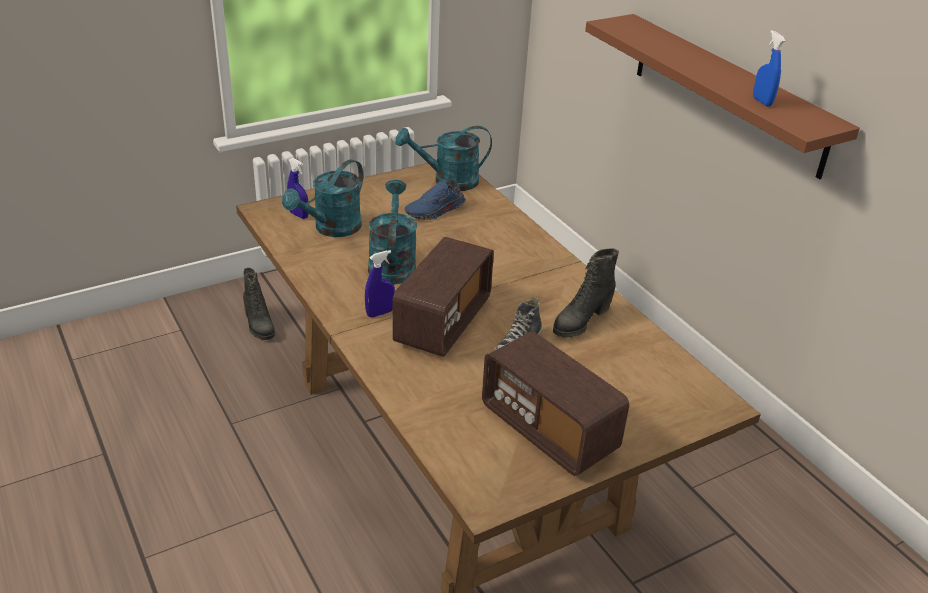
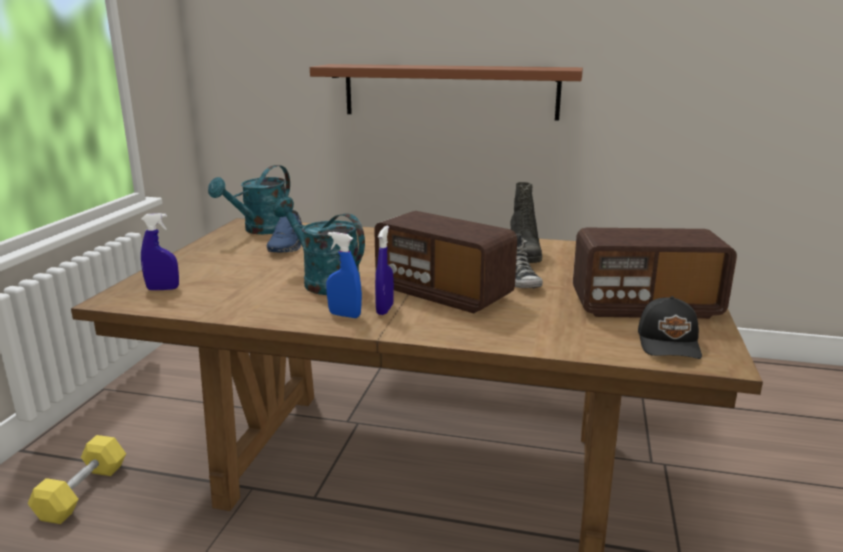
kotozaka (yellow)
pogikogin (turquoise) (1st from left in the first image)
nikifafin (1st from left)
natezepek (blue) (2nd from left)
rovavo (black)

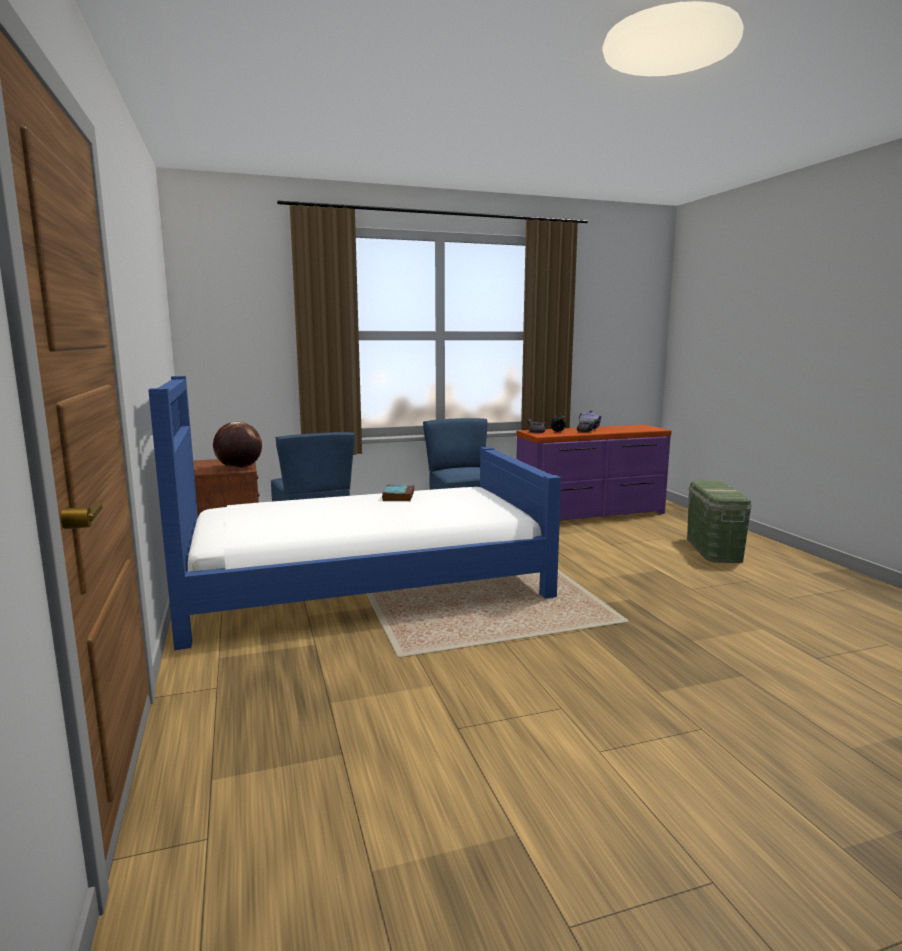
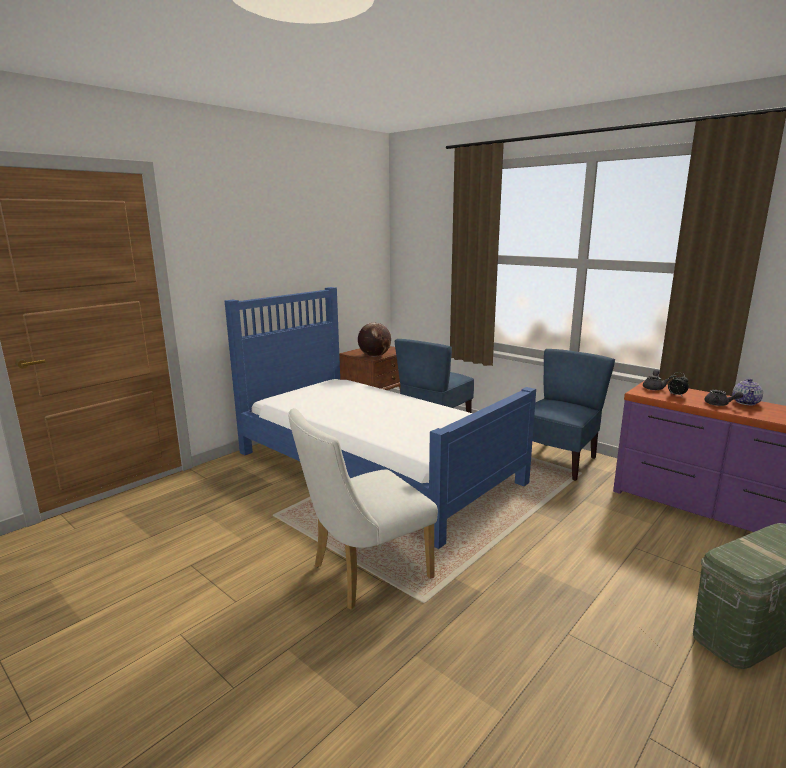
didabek
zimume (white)

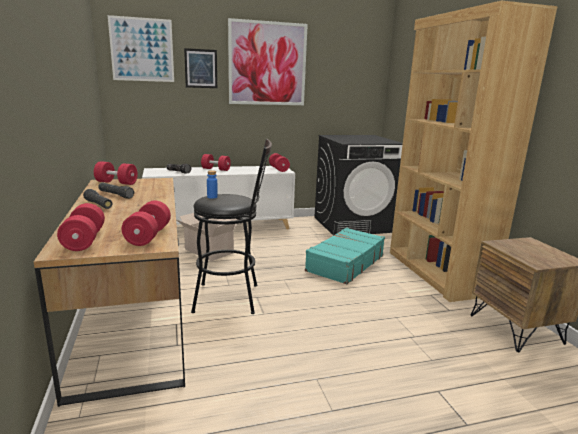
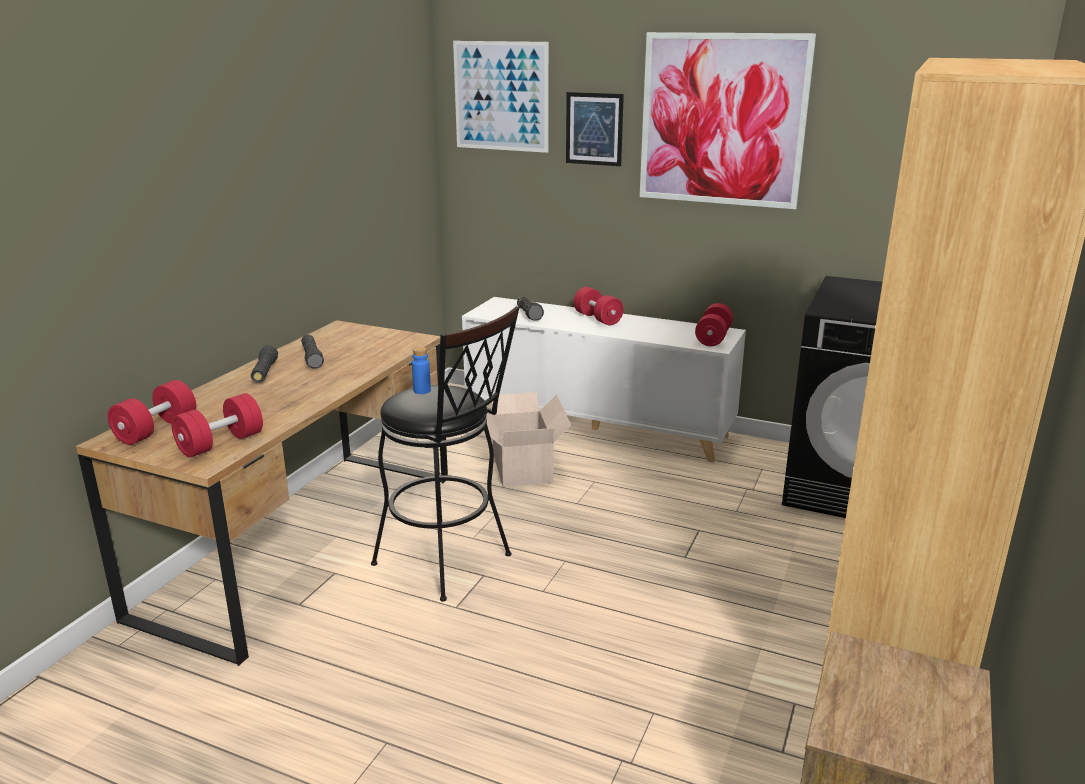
kotozaka (red) (2nd from left in the first image)
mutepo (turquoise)

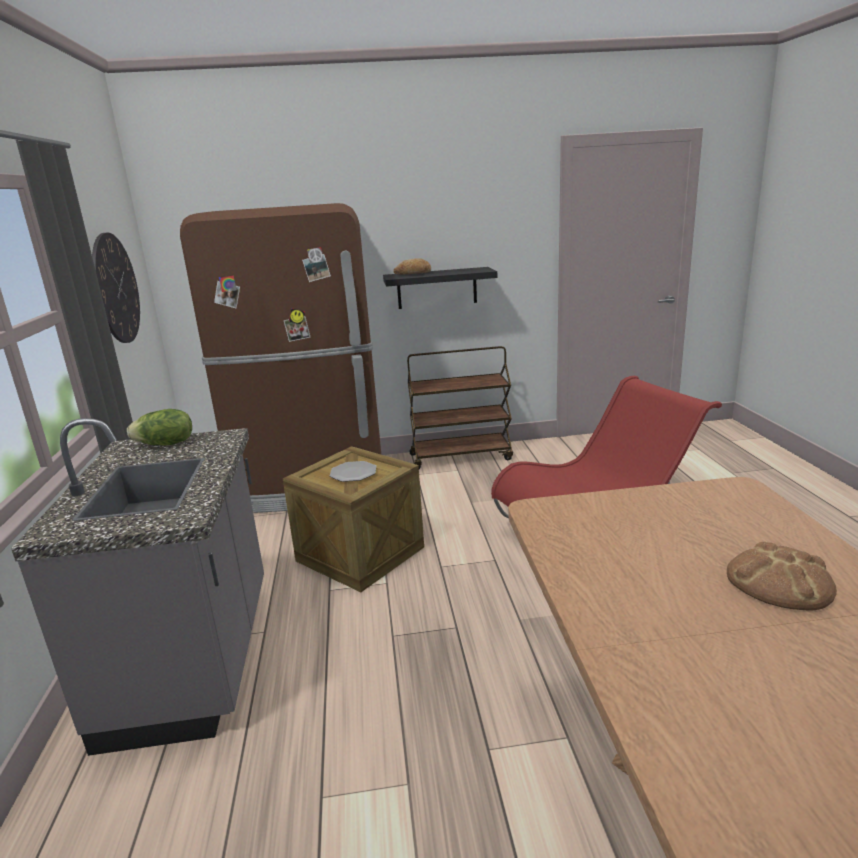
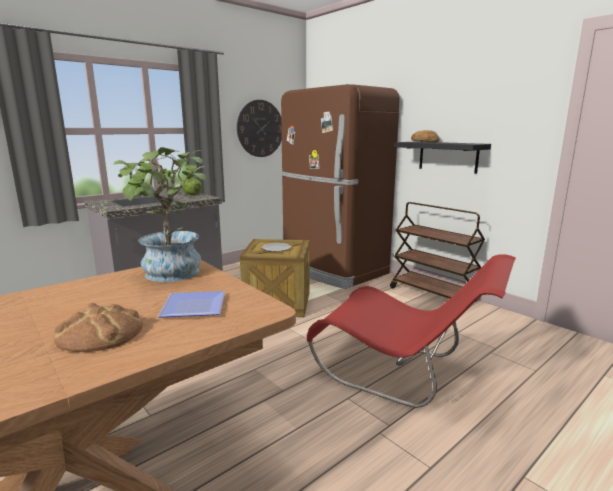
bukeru
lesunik (1st from left)

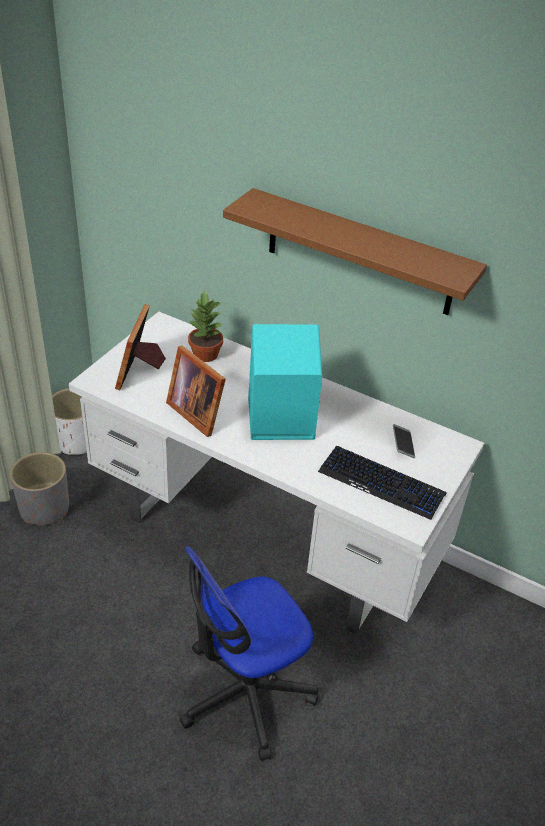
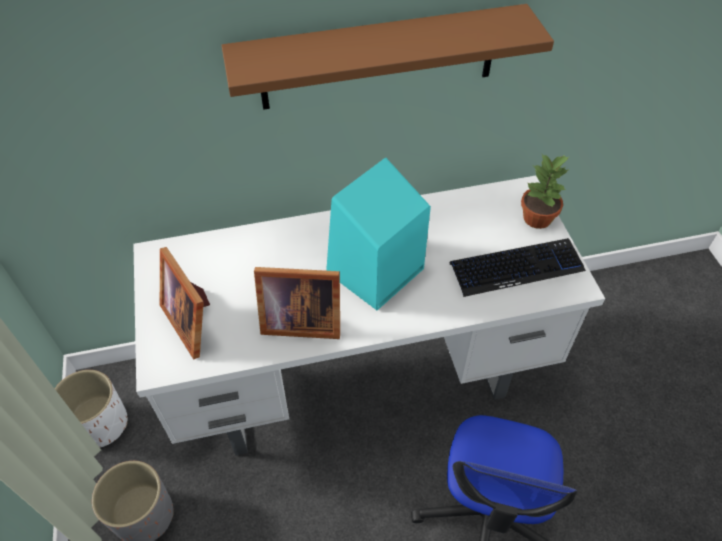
bukeru
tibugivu

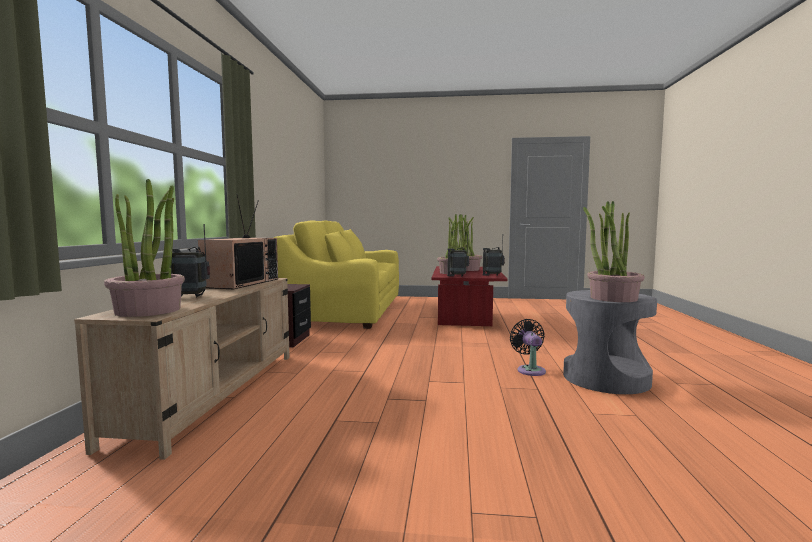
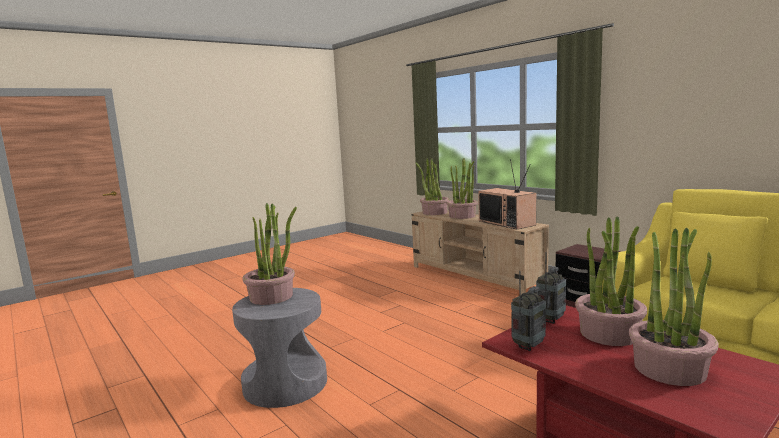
bukeru (3rd from left)
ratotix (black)

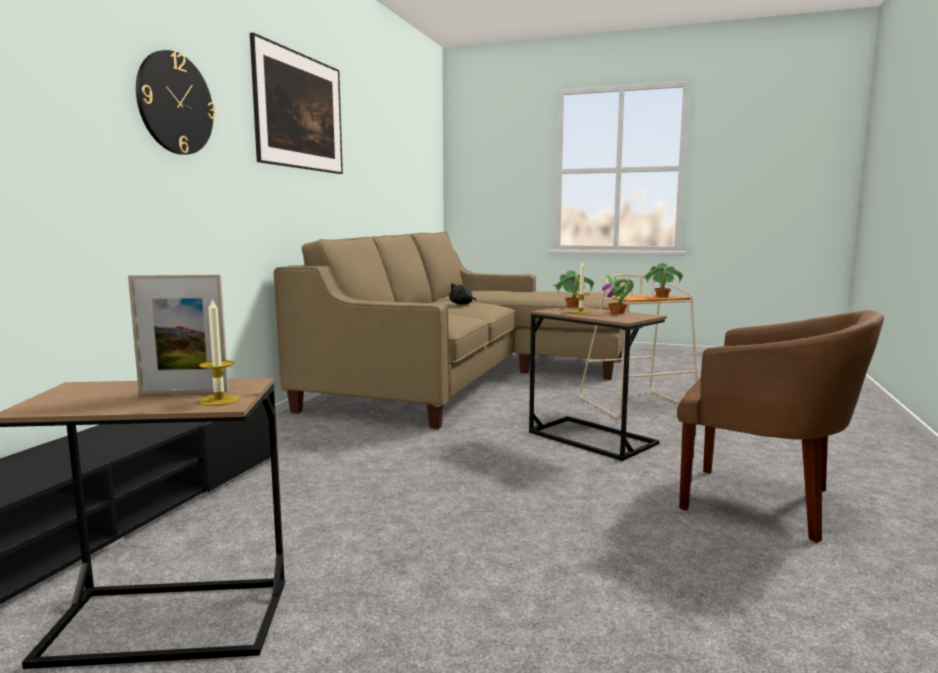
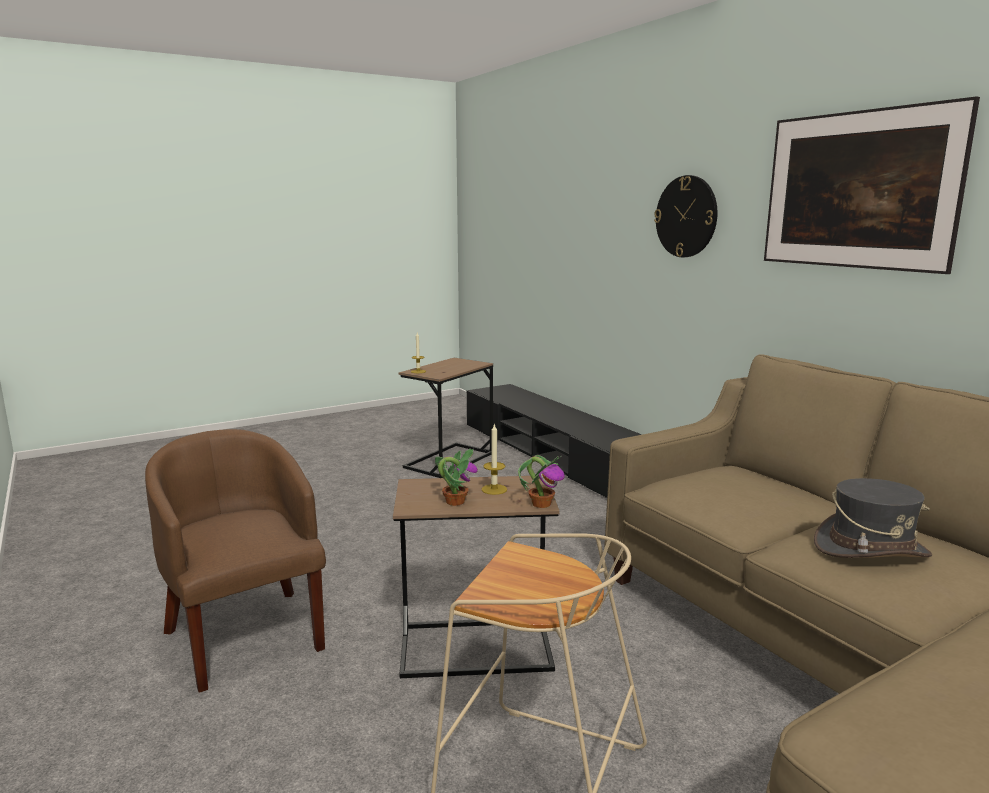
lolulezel
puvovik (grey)
bukeru (3rd from left in the first image)
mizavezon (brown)

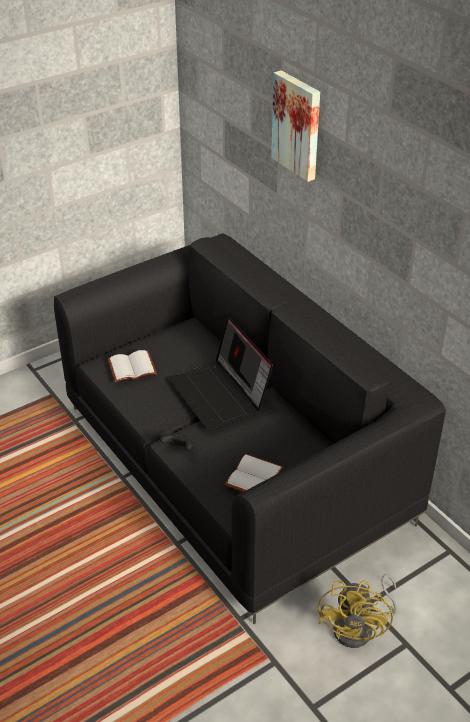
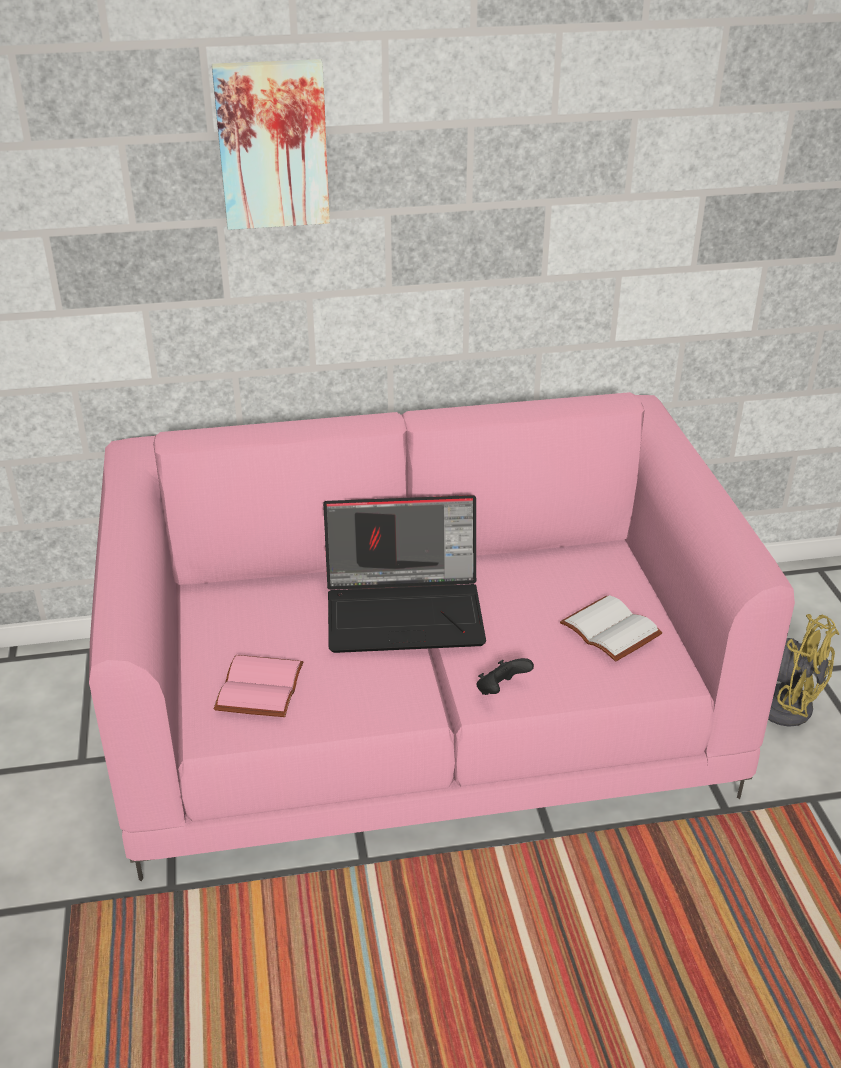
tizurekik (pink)
didabek (pink)

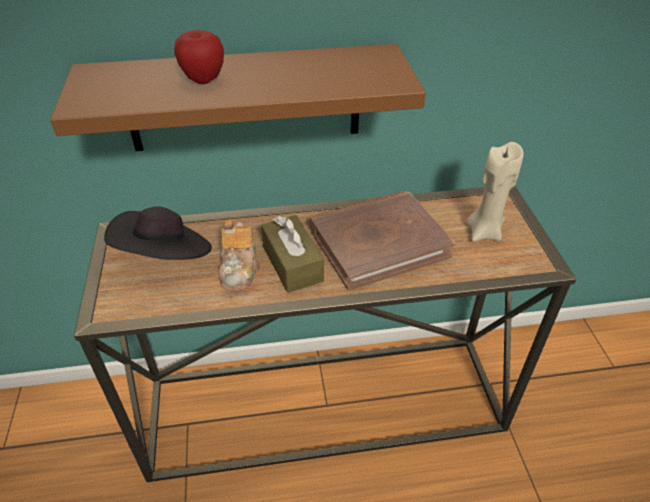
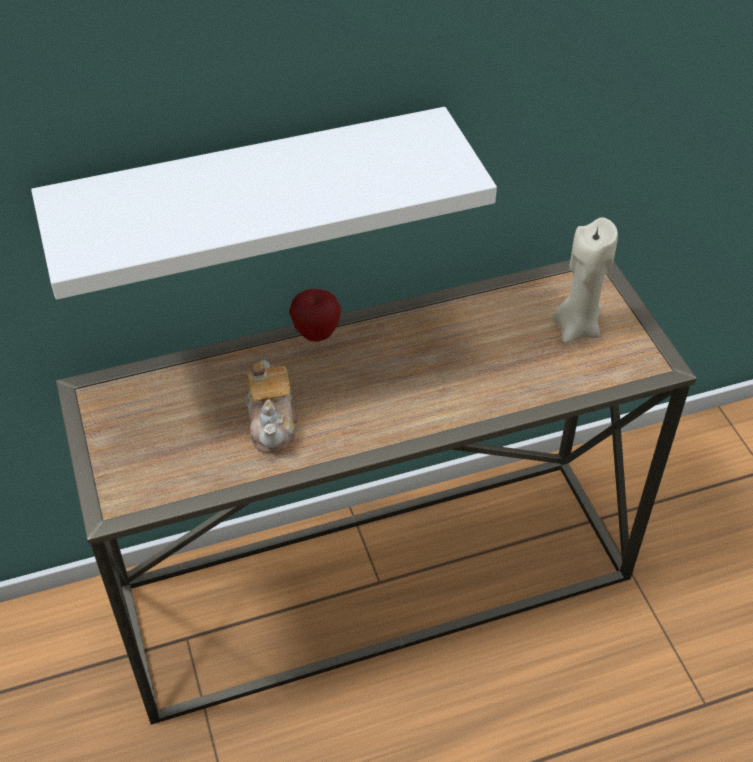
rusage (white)
puvovik (black)
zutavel
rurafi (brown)
didabek (brown)

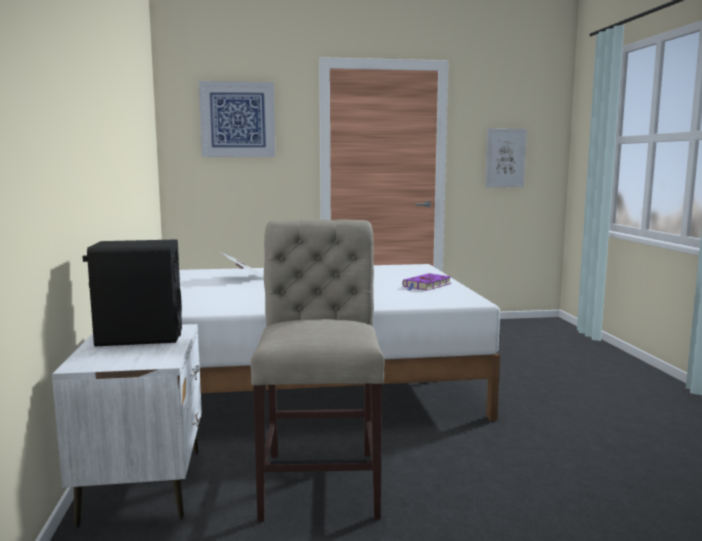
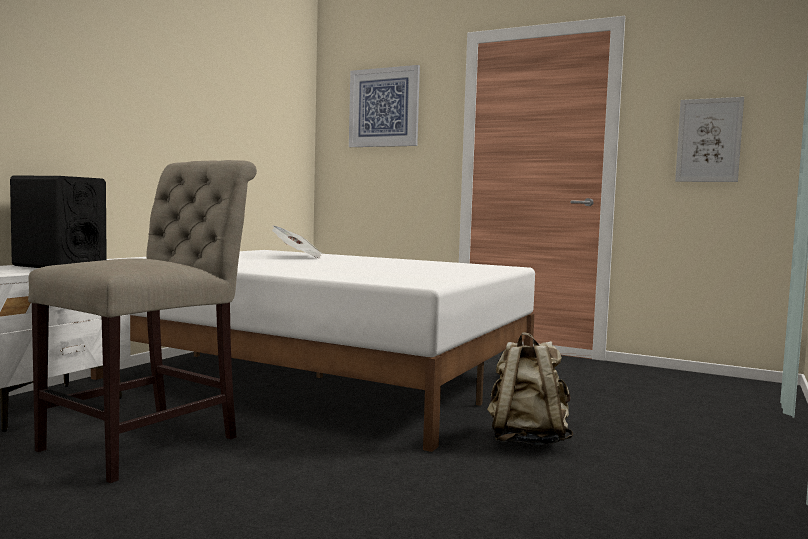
didabek (purple)
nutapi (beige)

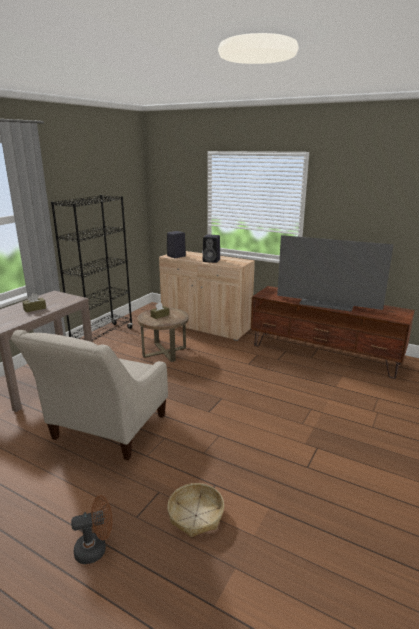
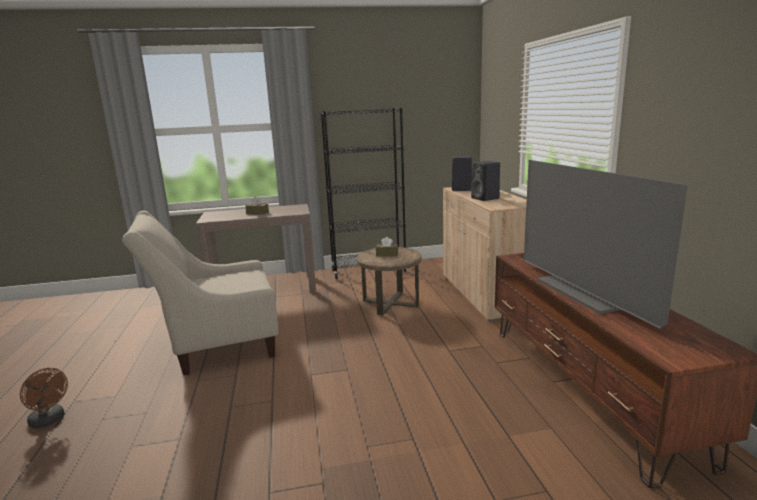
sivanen

